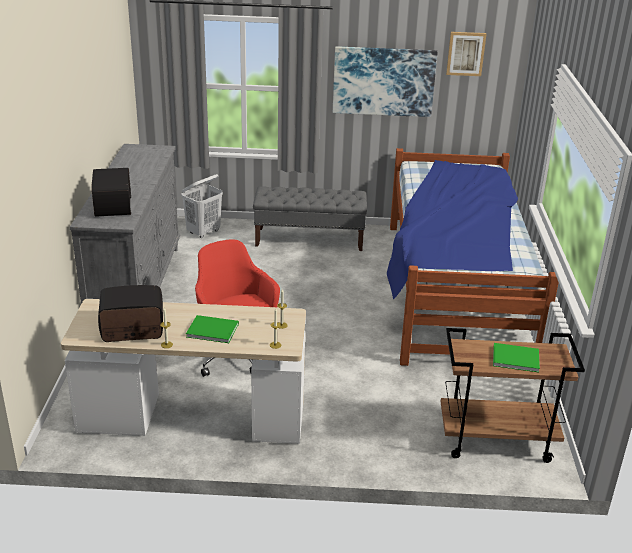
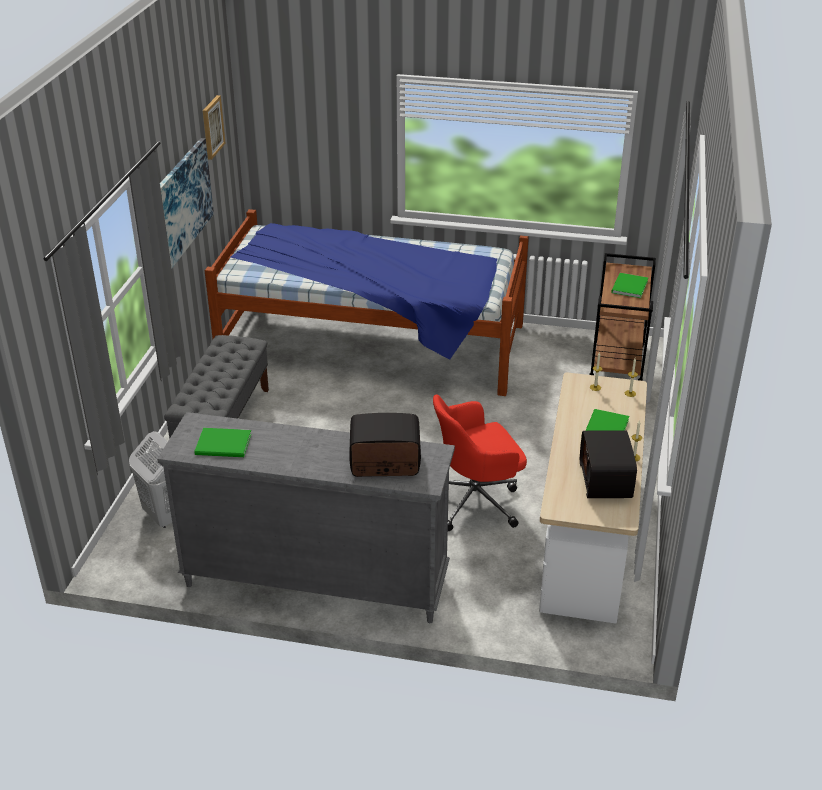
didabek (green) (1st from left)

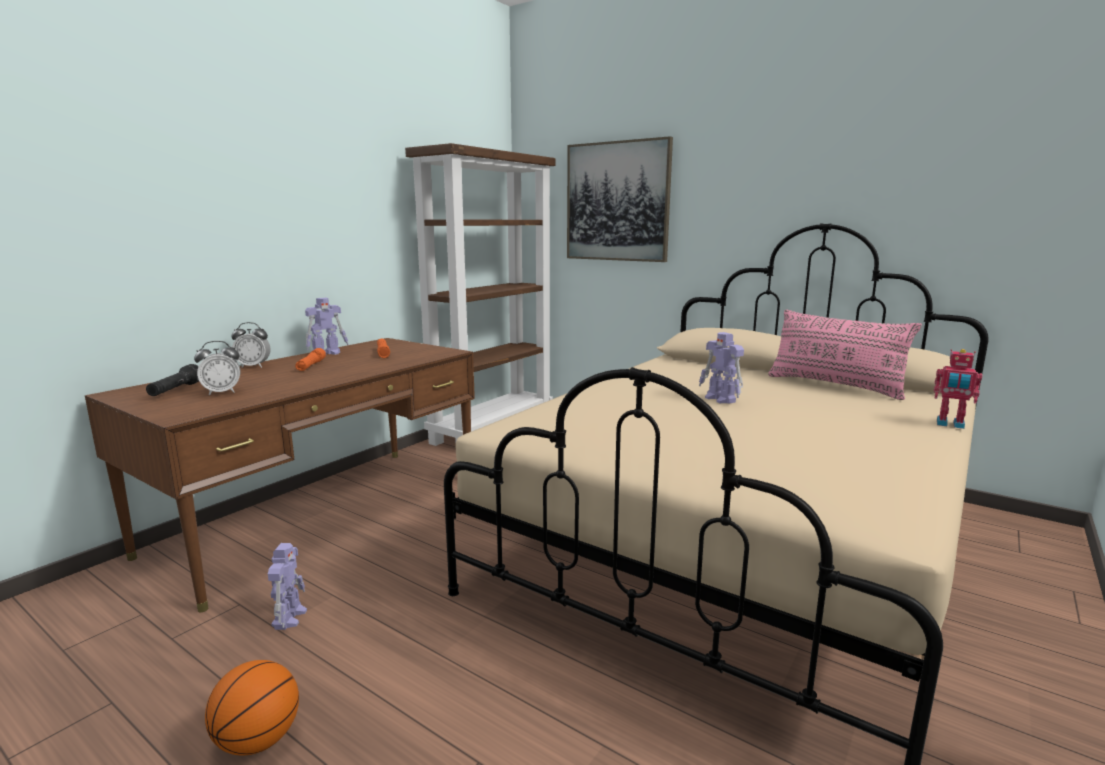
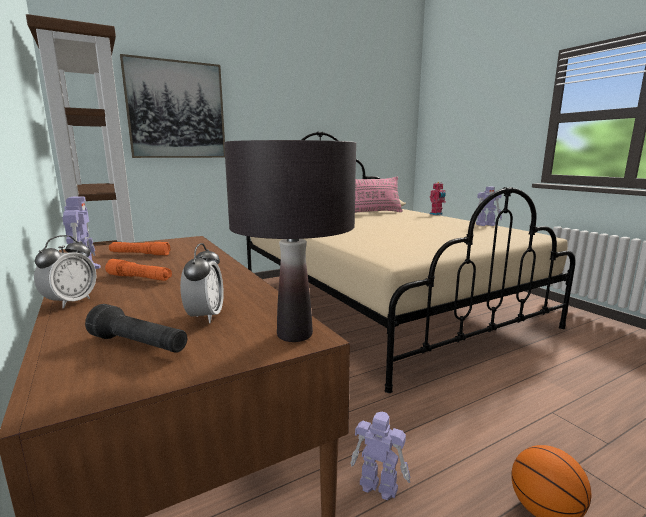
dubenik (4th from left)
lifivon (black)

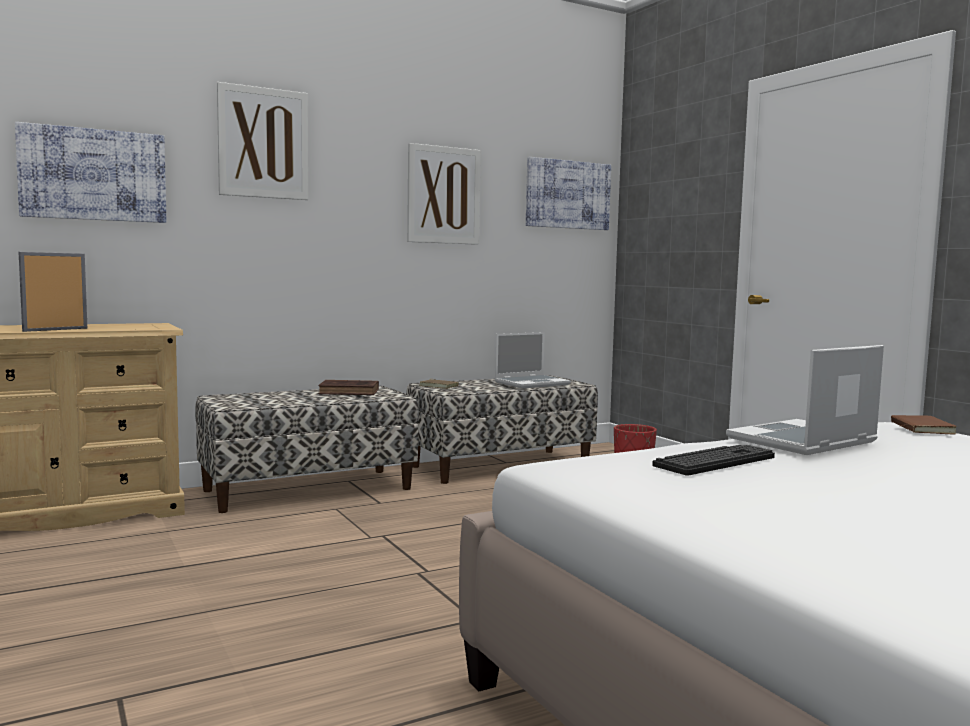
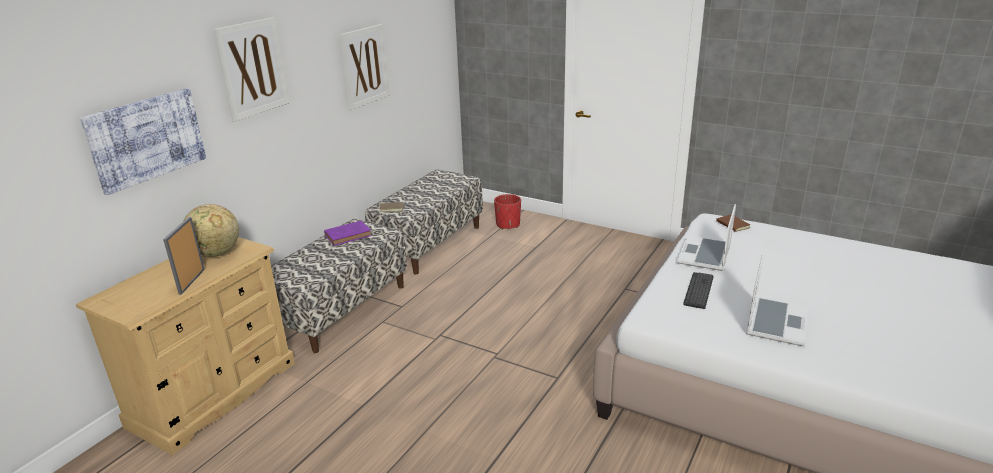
didabek (purple)
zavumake (2nd from left)
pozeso (4th from left in the first image)
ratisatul

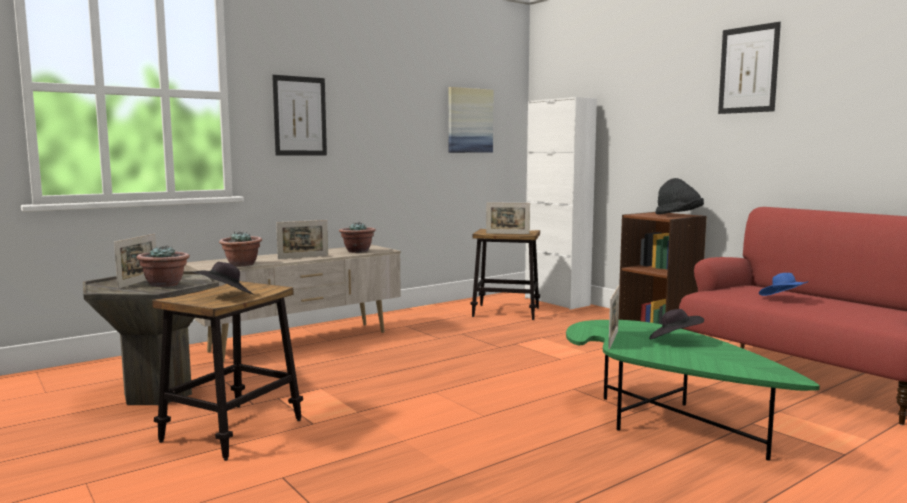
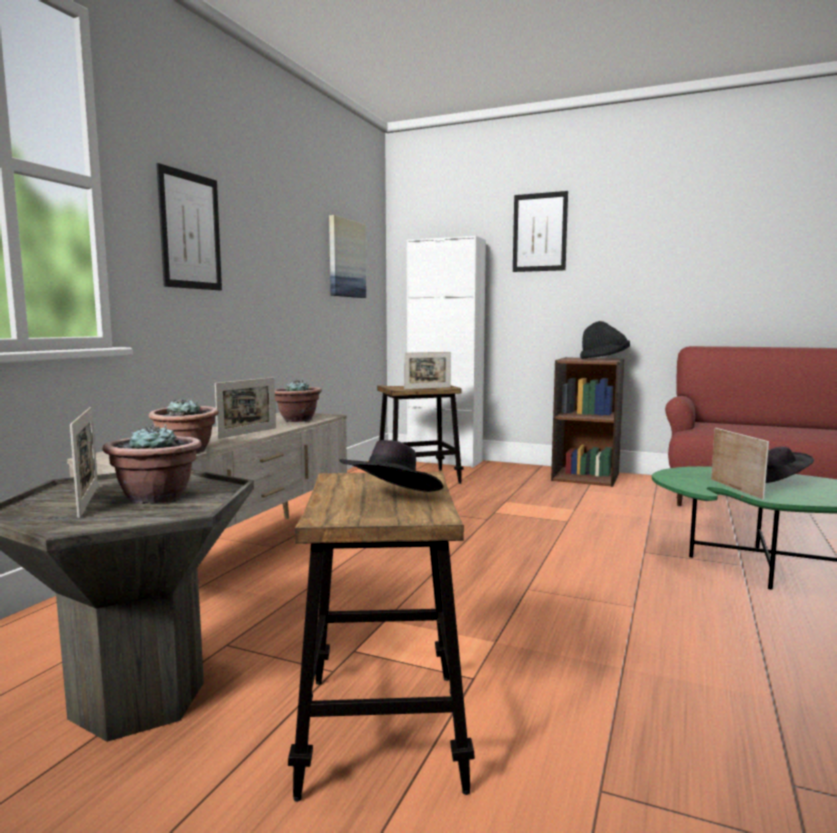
pozeso (3rd from left)
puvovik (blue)

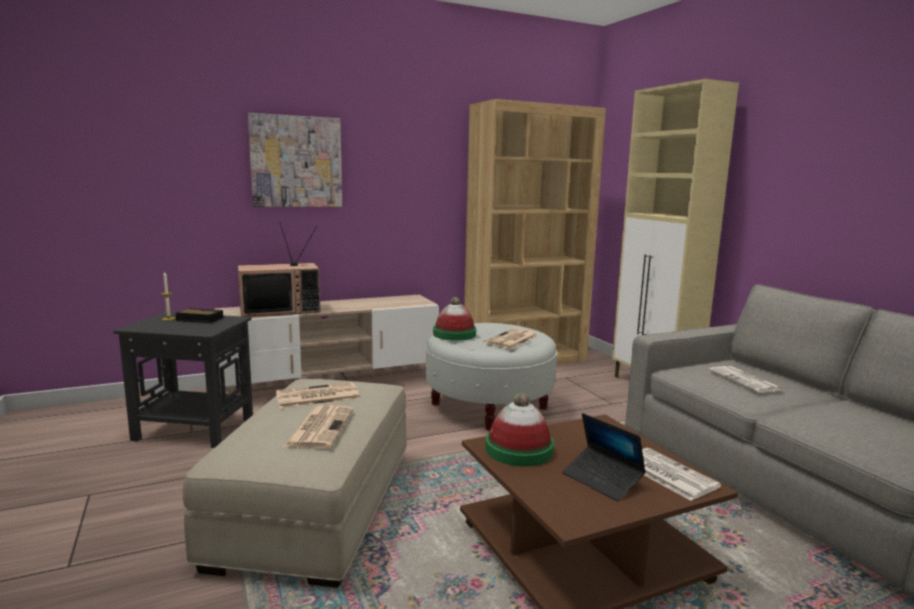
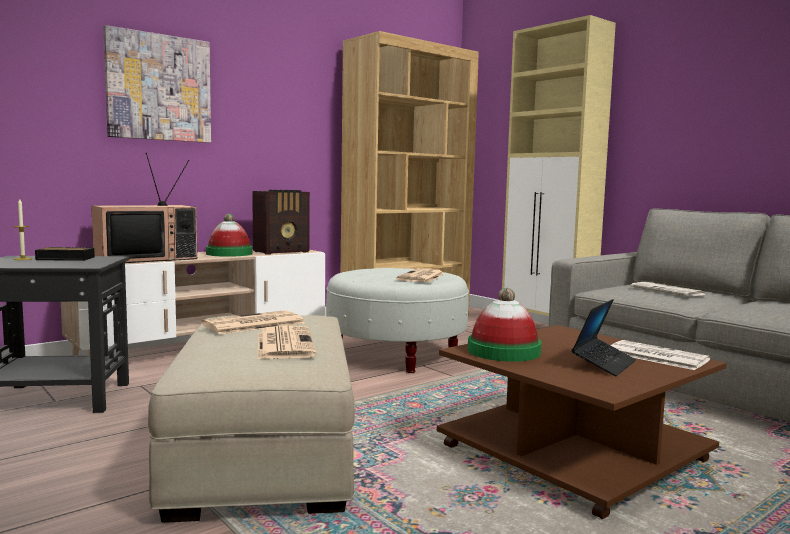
puvovik (1st from left)
zavumake
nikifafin

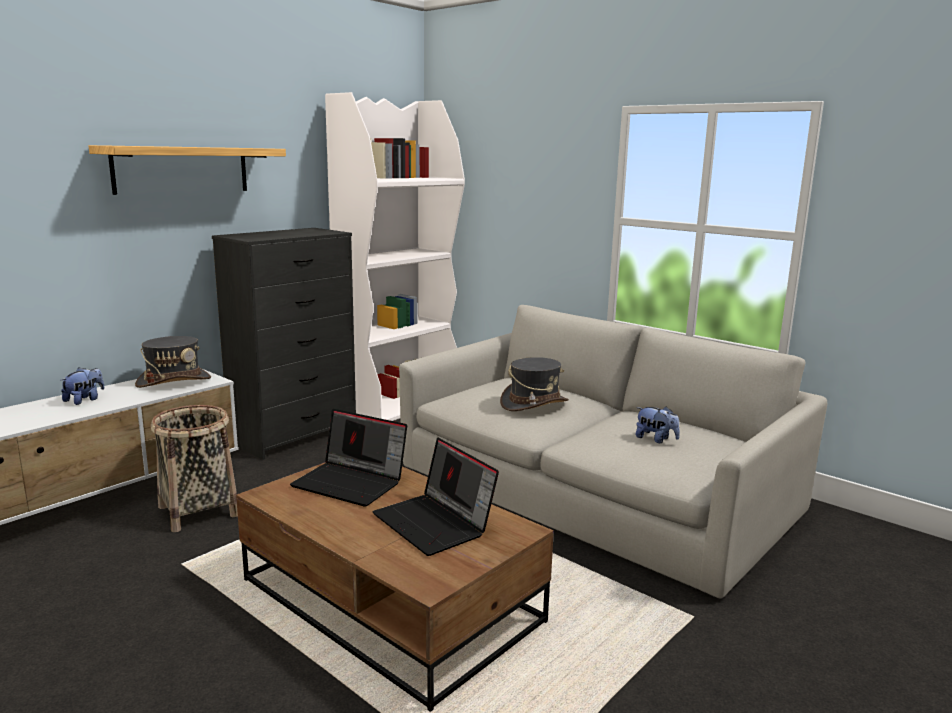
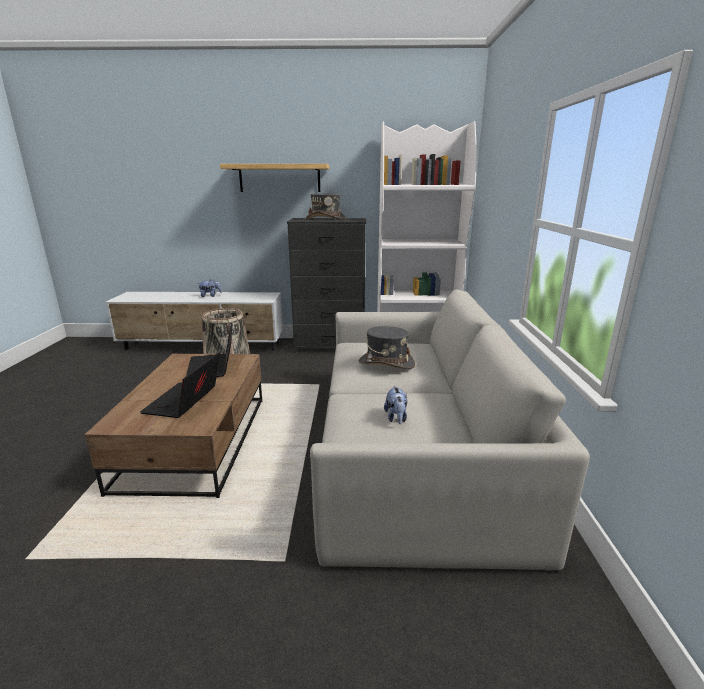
puvovik (grey) (1st from left)

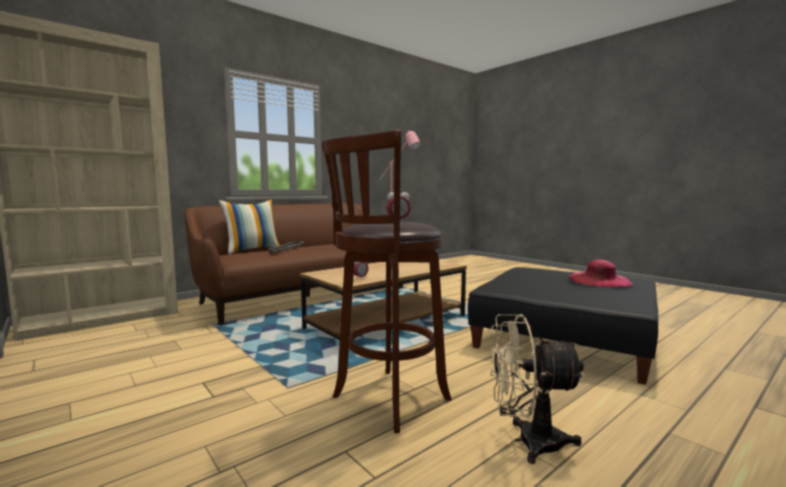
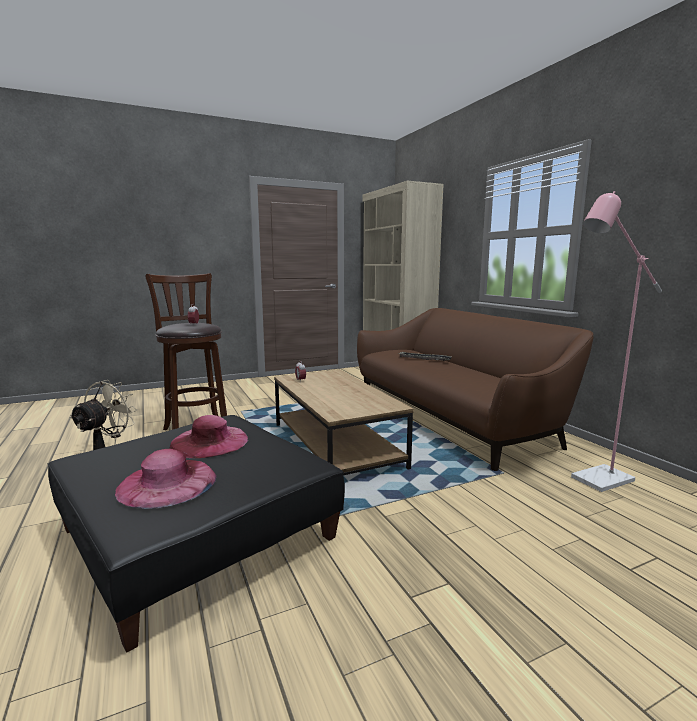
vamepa
puvovik (pink) (2nd from left)

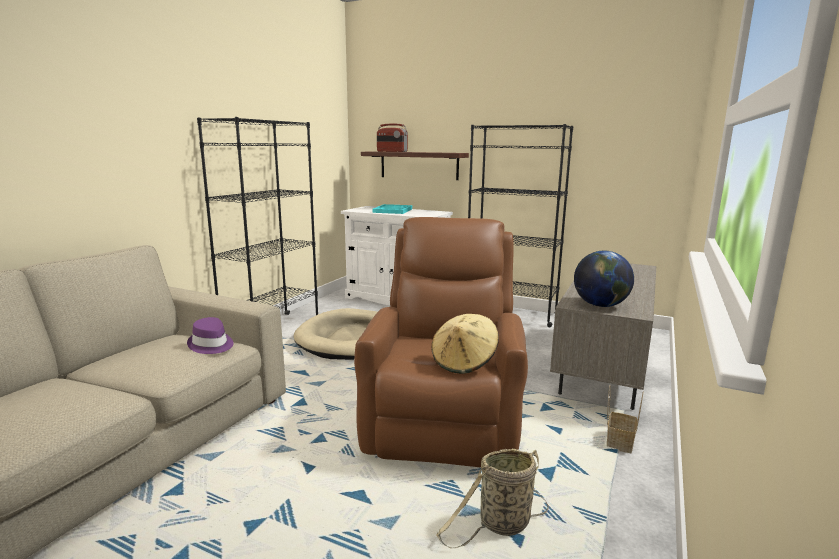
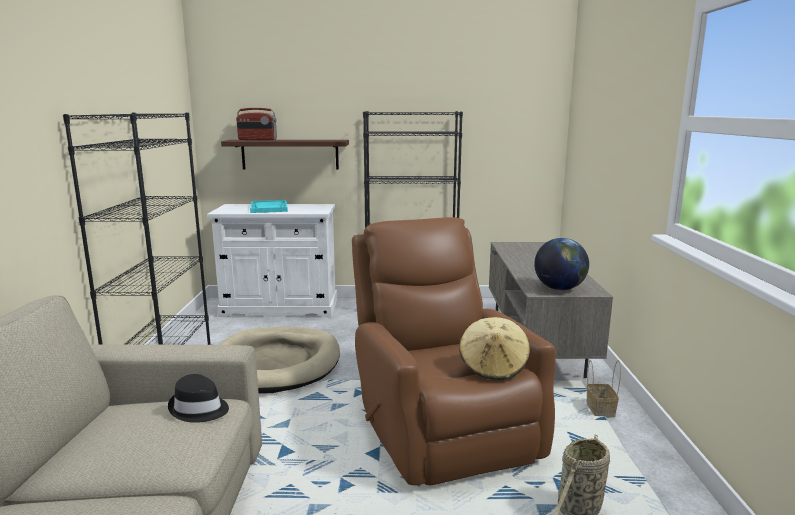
puvovik (black)

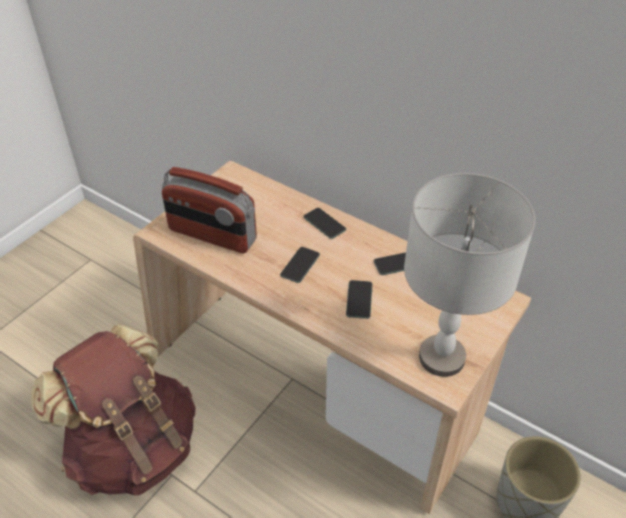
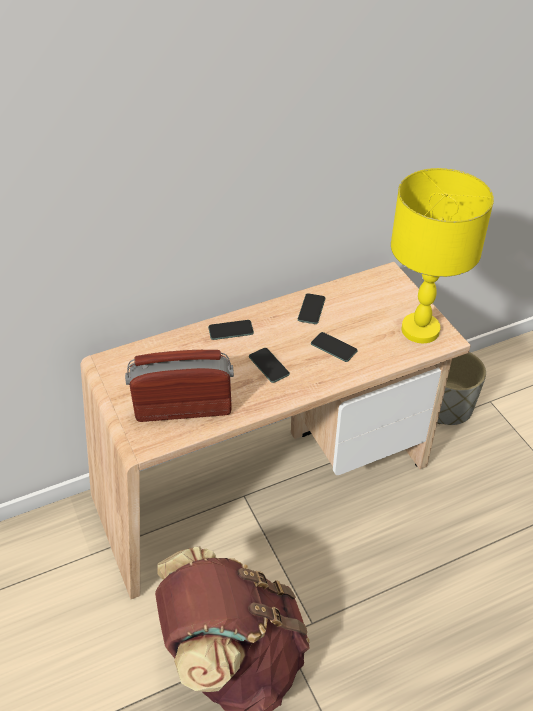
nikifafin
lifivon (yellow)

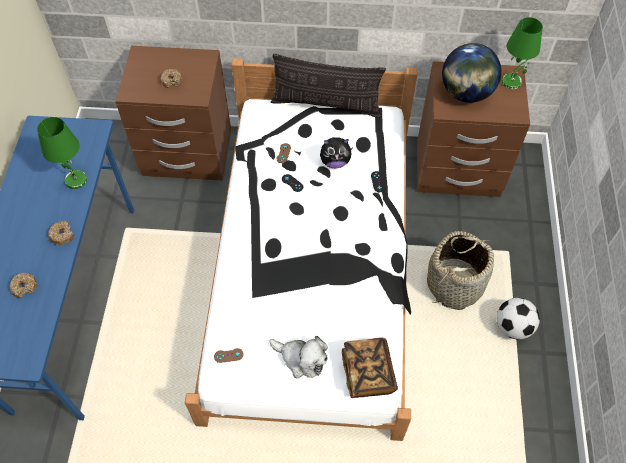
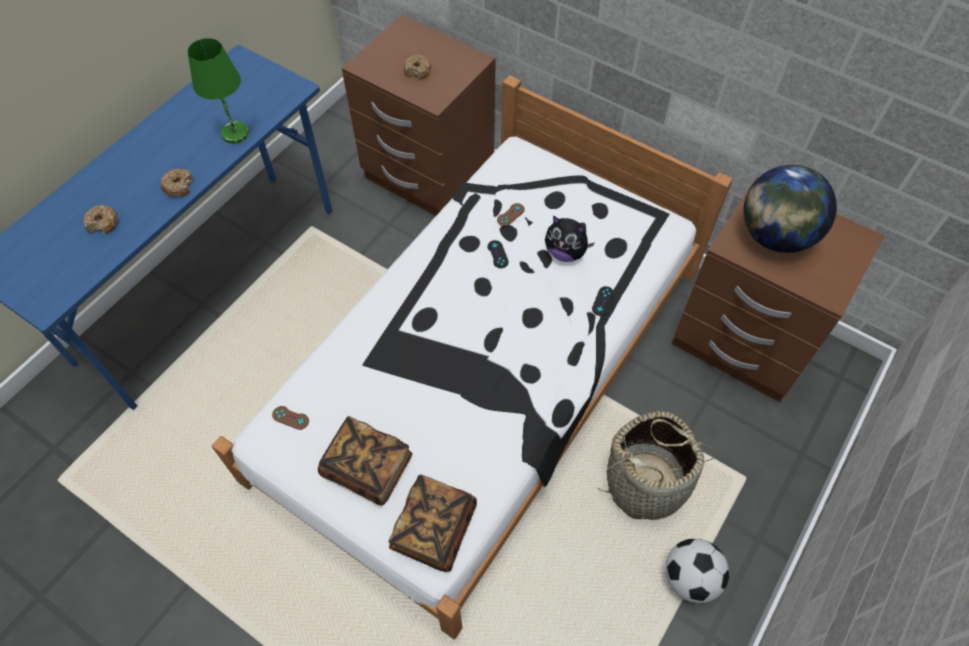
didabek (1st from left)
vamepa
lifivon (green) (2nd from left in the first image)

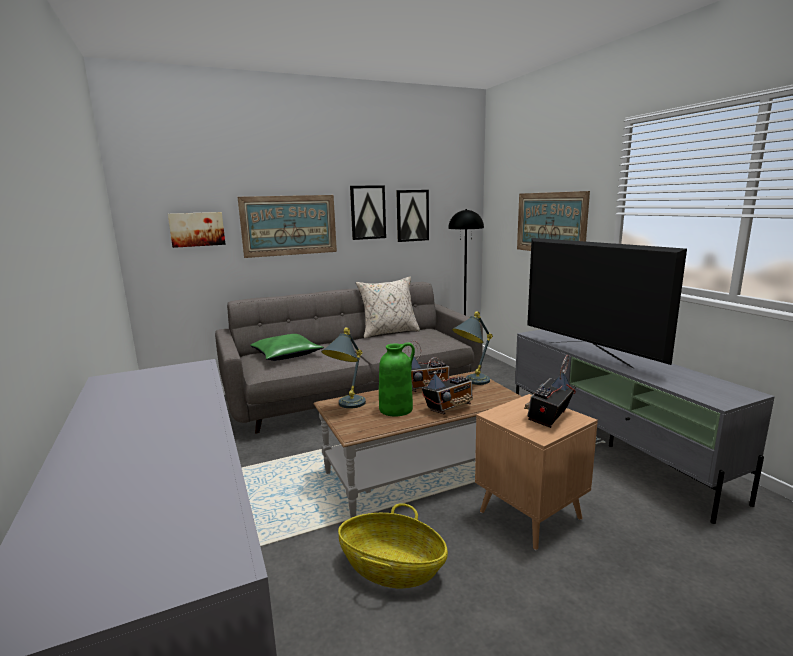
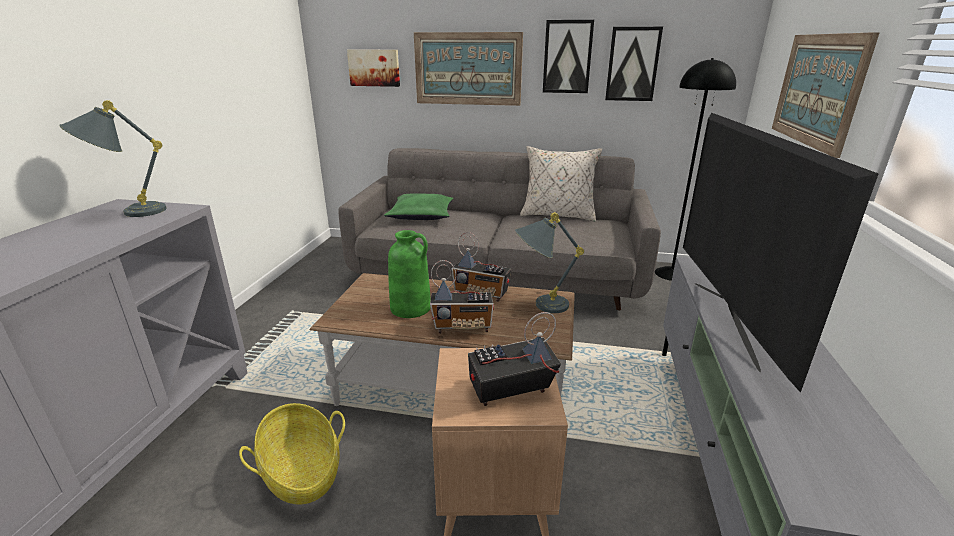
lifivon (grey) (1st from left)

